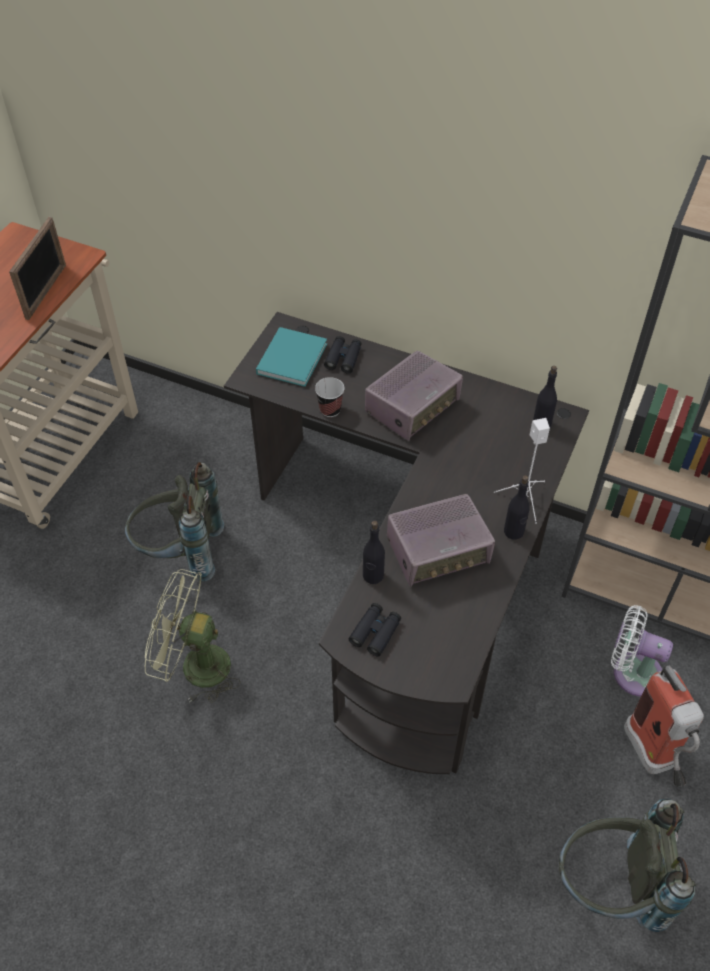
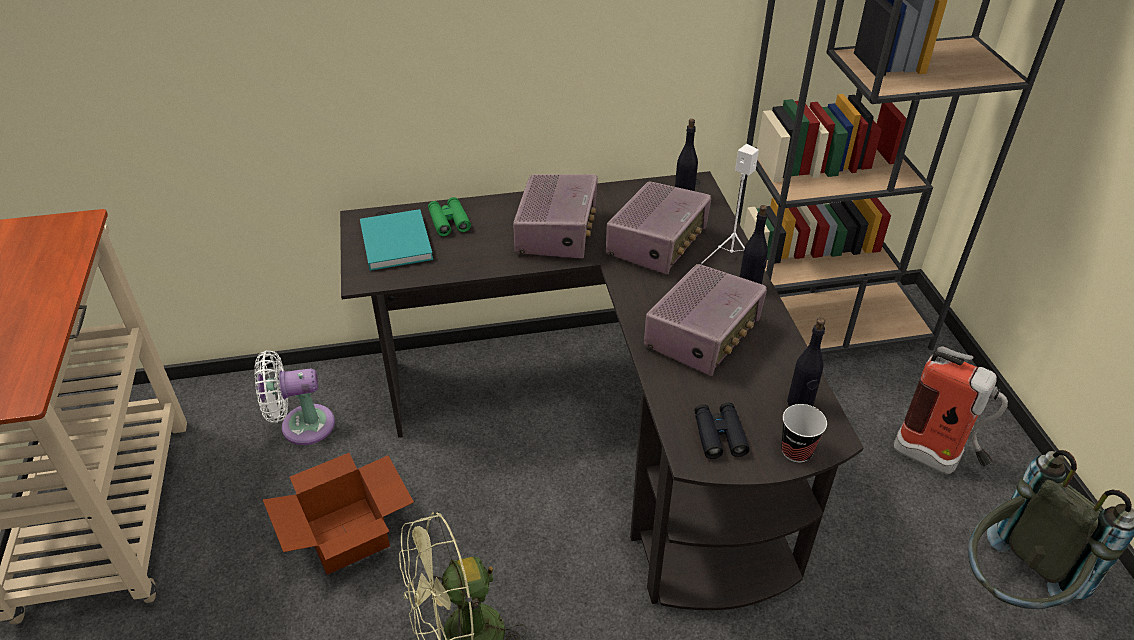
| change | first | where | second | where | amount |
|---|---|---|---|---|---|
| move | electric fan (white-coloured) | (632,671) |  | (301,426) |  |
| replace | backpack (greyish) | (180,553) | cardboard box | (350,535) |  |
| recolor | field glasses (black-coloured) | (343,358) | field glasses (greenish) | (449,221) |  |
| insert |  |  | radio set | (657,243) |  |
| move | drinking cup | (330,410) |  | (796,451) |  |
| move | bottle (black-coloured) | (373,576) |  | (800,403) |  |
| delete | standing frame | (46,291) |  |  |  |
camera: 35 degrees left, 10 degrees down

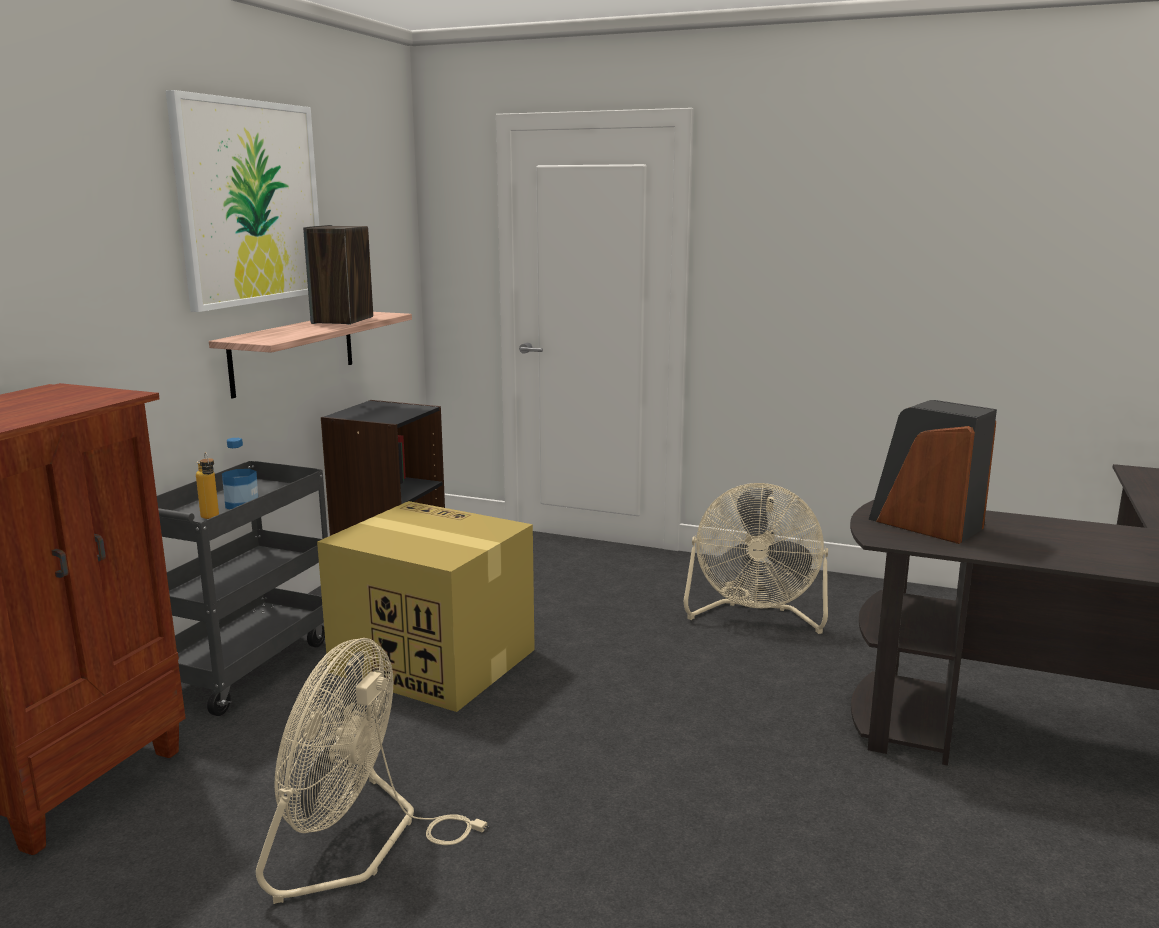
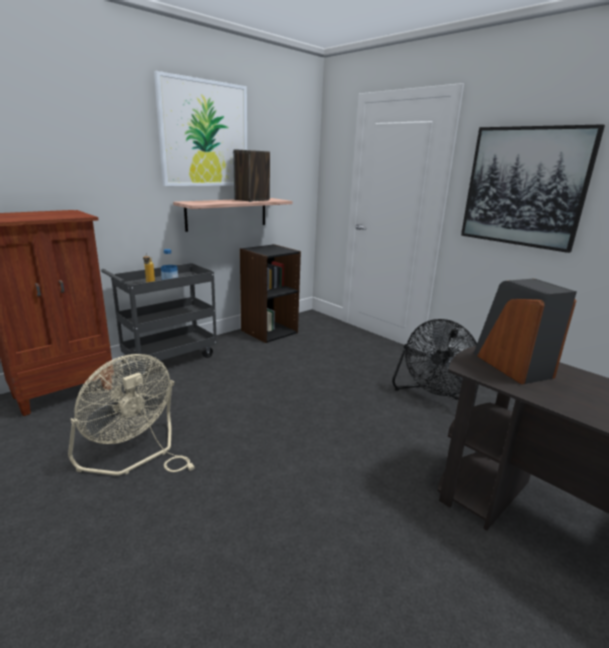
| change | first | where | second | where | amount |
|---|---|---|---|---|---|
| recolor | electric fan (beige) | (751,614) | electric fan (black-coloured) | (434,396) |  |
| insert |  |  | wall art | (524,187) |  |
| delete | cardboard box | (431,660) |  |  |  |
camera: 25 degrees right, 5 degrees up

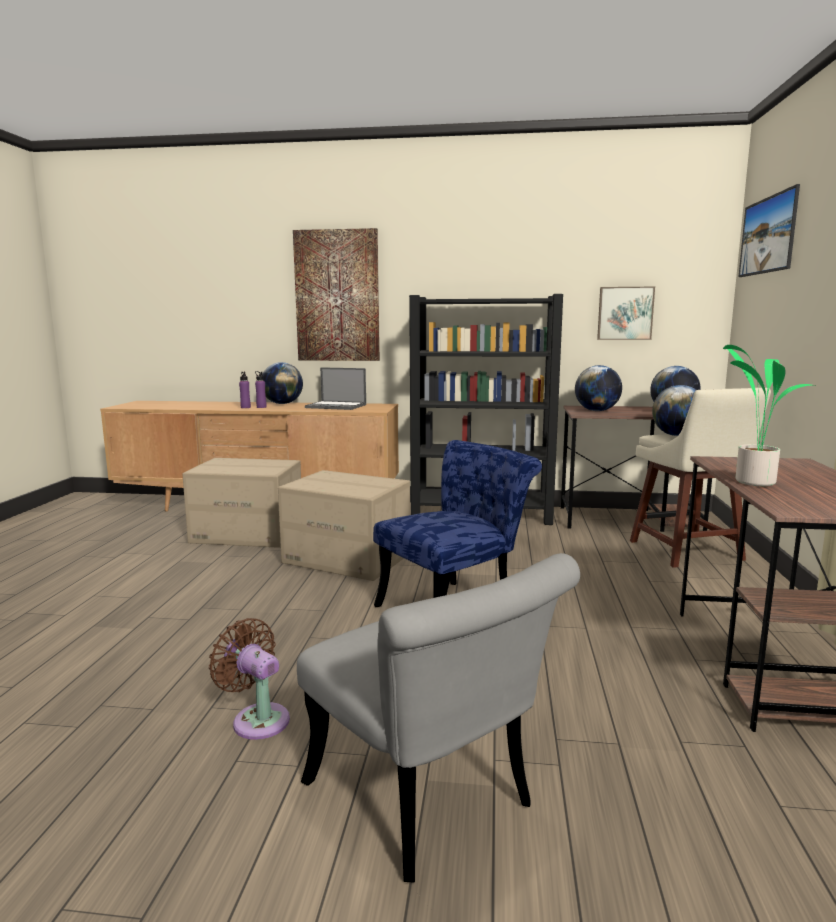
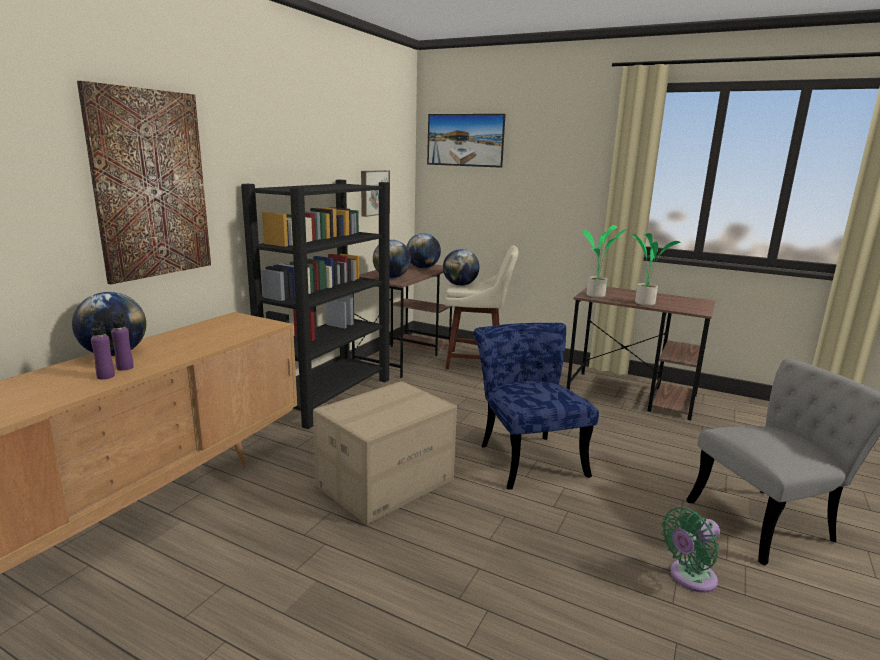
| change | first | where | second | where | amount |
|---|---|---|---|---|---|
| insert |  |  | potted plant | (597,295) |  |
| recolor | electric fan (brown) | (257,719) | electric fan (greenish) | (689,578) |  |
| delete | cardboard box | (248,533) |  |  |  |
| delete | notebook computer | (337,406) |  |  |  |
camera: 70 degrees left, 5 degrees up

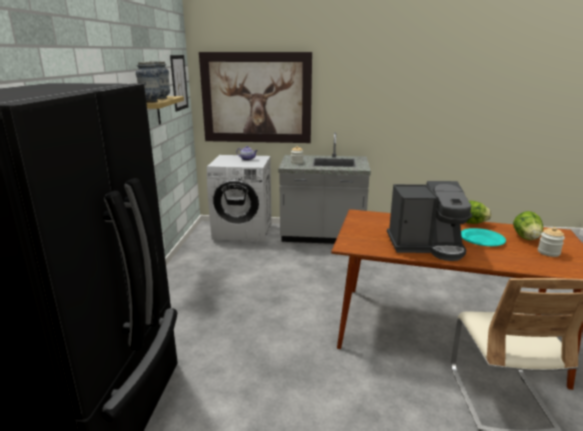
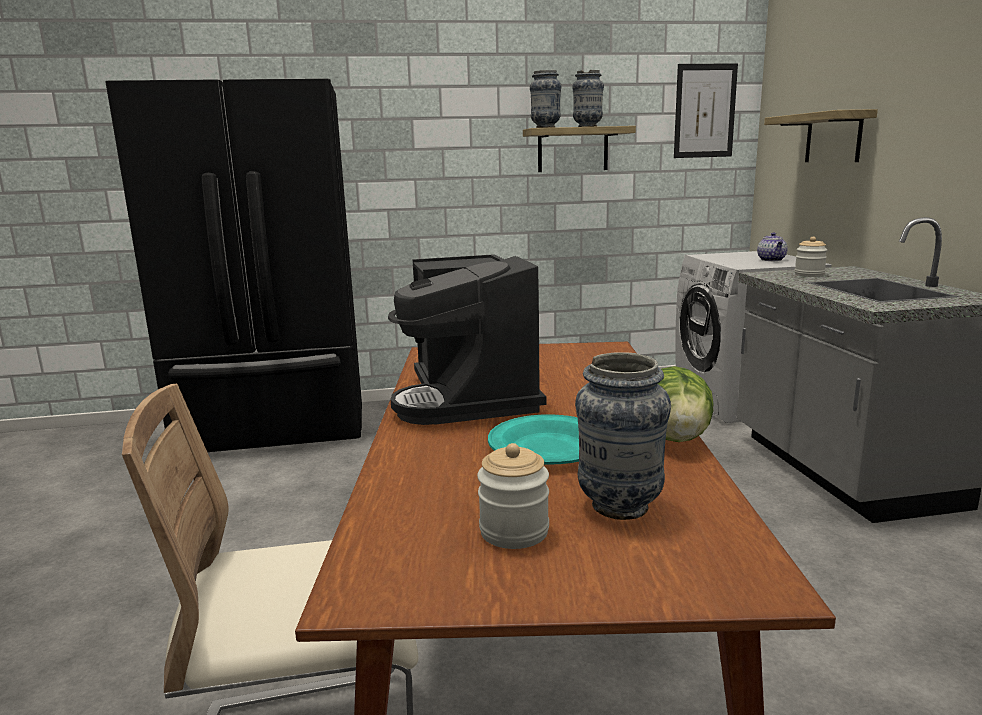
| change | first | where | second | where | amount |
|---|---|---|---|---|---|
| replace | lettuce | (526,238) | vase | (619,506) |  |
| replace | wall art | (256,98) | wall shelf | (833,137) |  |
camera: 75 degrees right, 5 degrees down

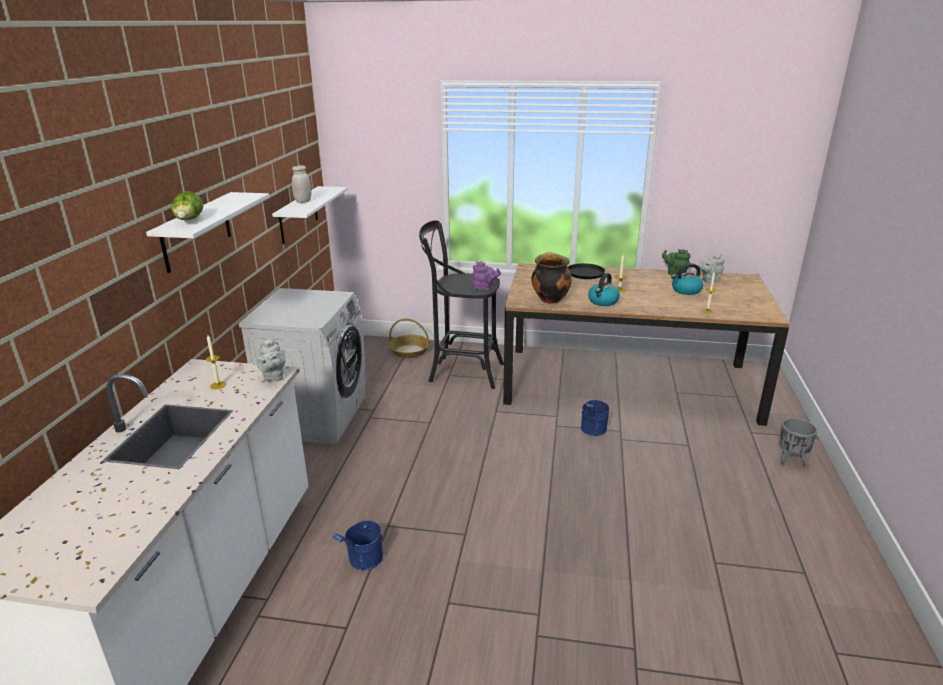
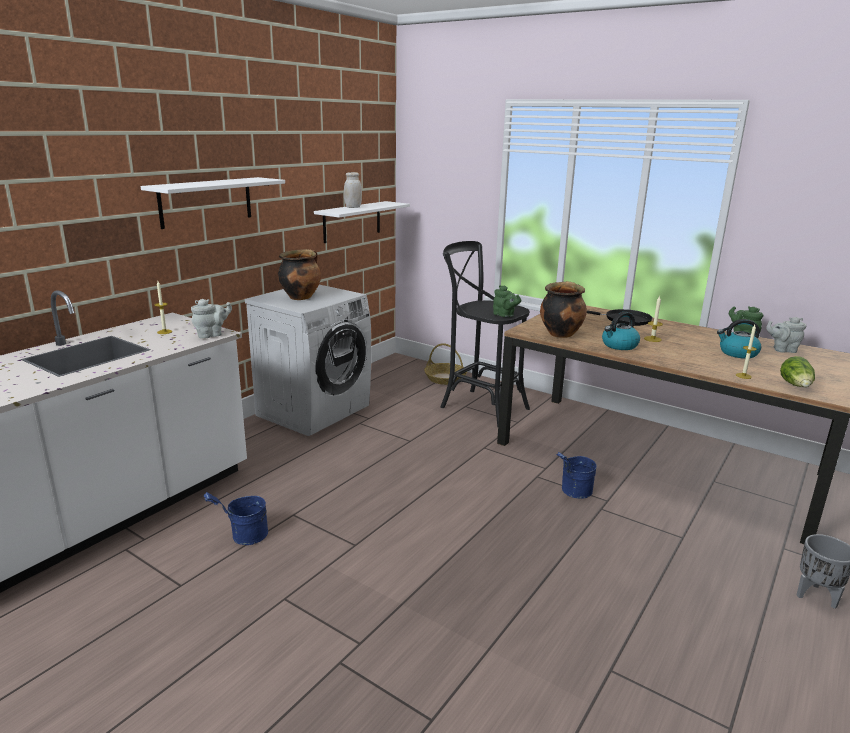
| change | first | where | second | where | amount |
|---|---|---|---|---|---|
| rotate | pot for tea (greyish) | (273,377) |  | (212,335) | 135 degrees counterclockwise |
| insert |  |  | cooking pot | (301,297) |  |
| recolor | pot for tea (purple-coloured) | (484,288) | pot for tea (greenish) | (505,315) |  |
| move | lettuce | (189,220) |  | (796,386) |  |
camera: 25 degrees right, 5 degrees down

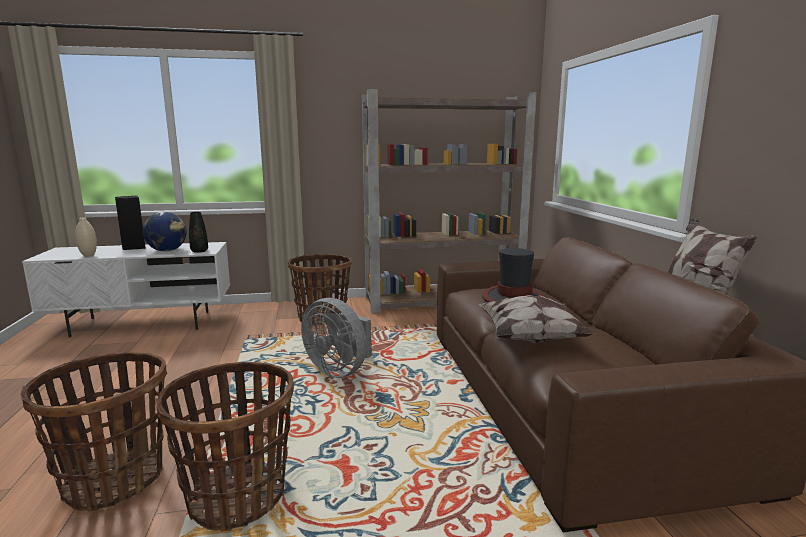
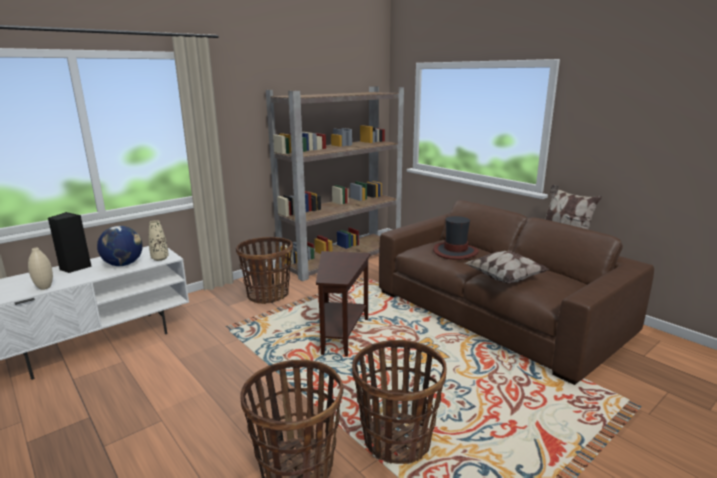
| change | first | where | second | where | amount |
|---|---|---|---|---|---|
| recolor | vase (black-coloured) | (199,251) | vase (beige) | (160,258) |  |
| replace | electric fan (greyish) | (339,370) | side table (brown) | (341,333) |  |
camera: 30 degrees left, 5 degrees up

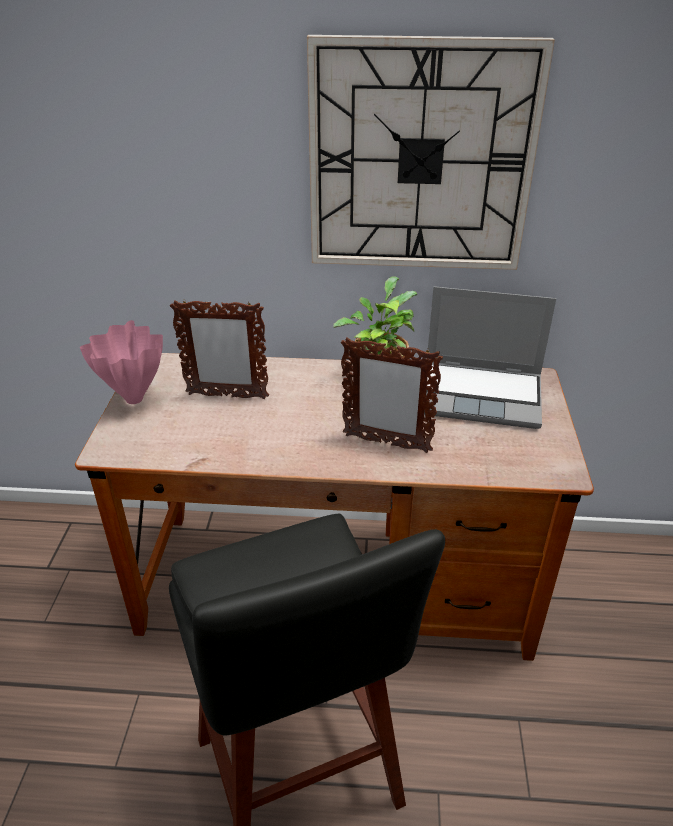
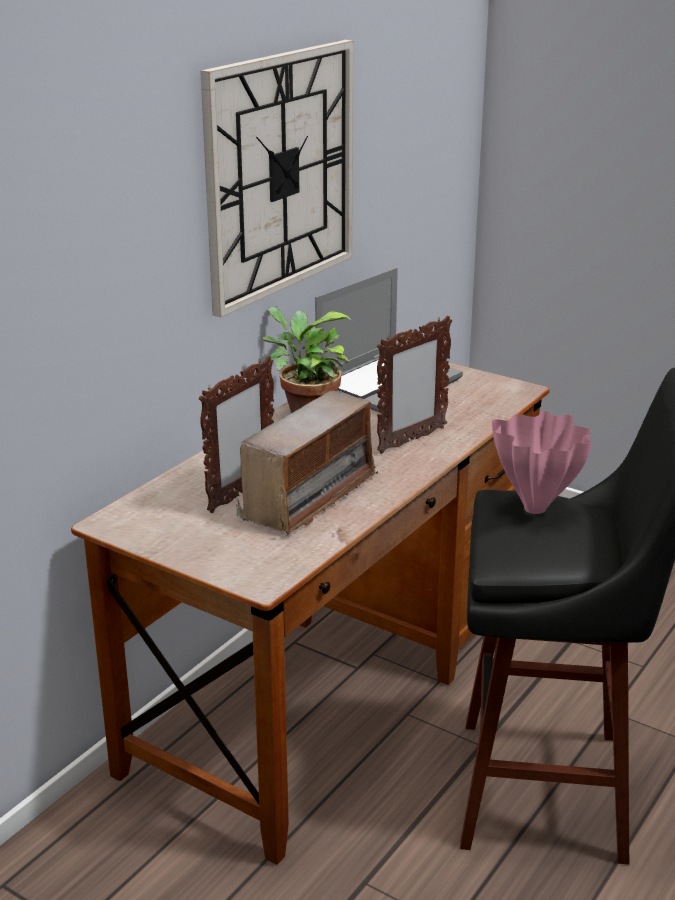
| change | first | where | second | where | amount |
|---|---|---|---|---|---|
| insert |  |  | radio set | (310,496) |  |
| move | vase (pink-coloured) | (134,400) |  | (537,509) |  |
camera: 60 degrees left, 10 degrees down

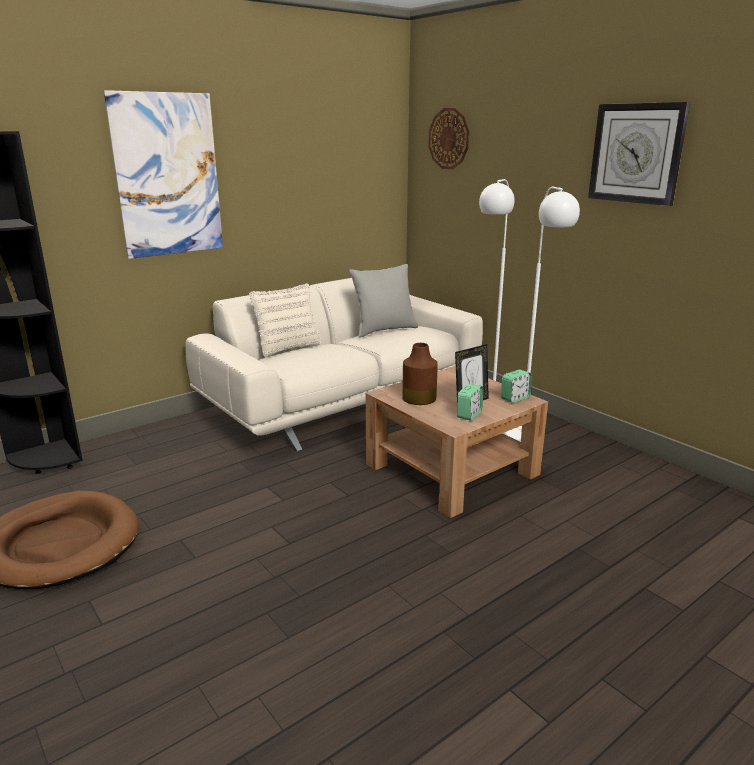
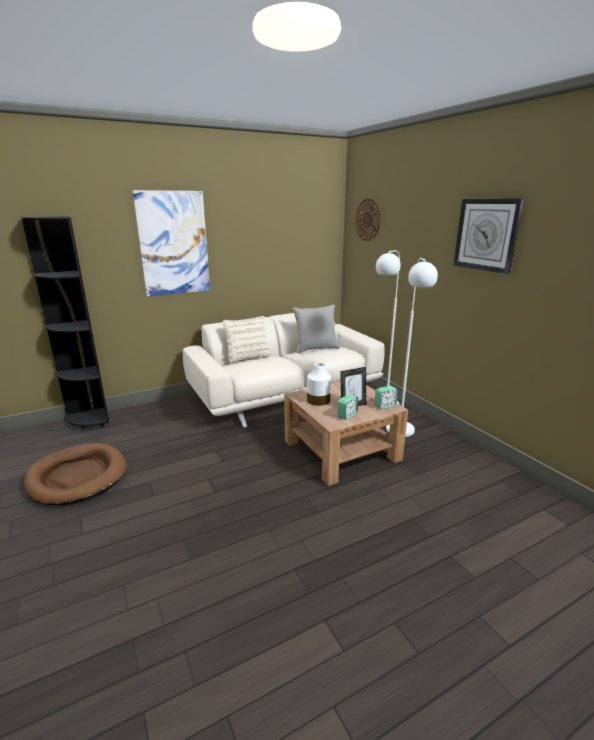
| change | first | where | second | where | amount |
|---|---|---|---|---|---|
| recolor | vase (brown) | (419,398) | vase (white-coloured) | (318,400) |  |
camera: 10 degrees right, 0 degrees up

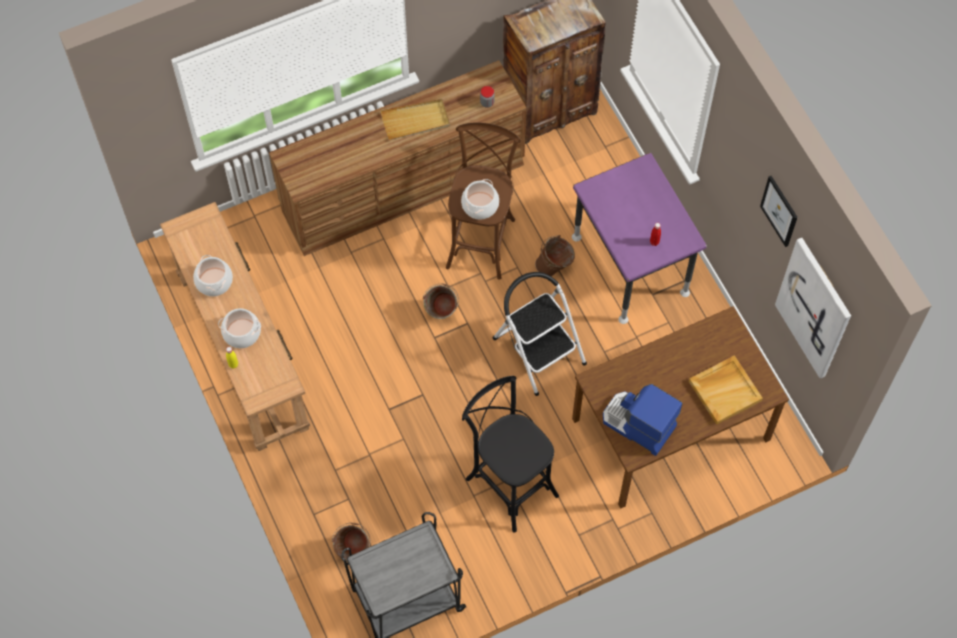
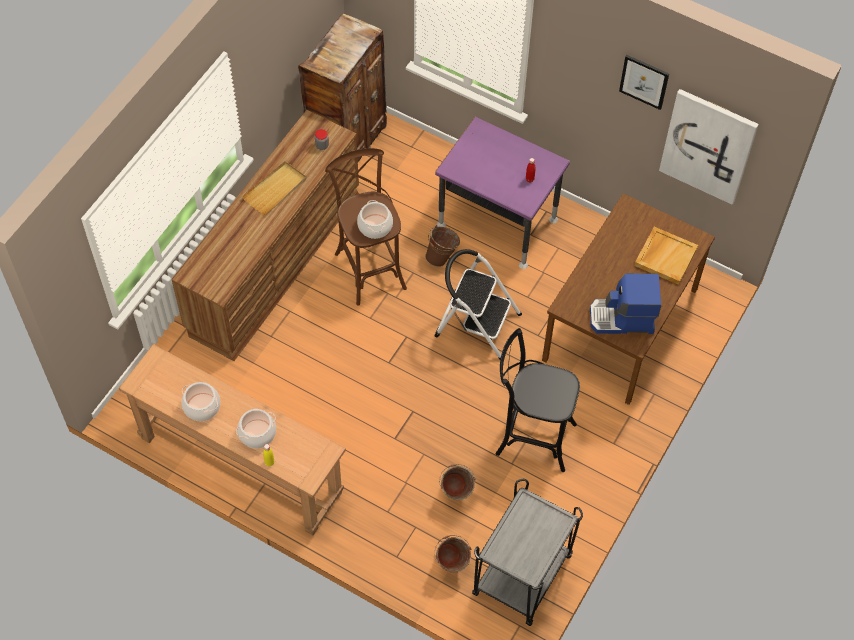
| change | first | where | second | where | amount |
|---|---|---|---|---|---|
| move | pail (greenish) | (441,314) |  | (455,494) |  |
camera: 35 degrees left, 5 degrees down

